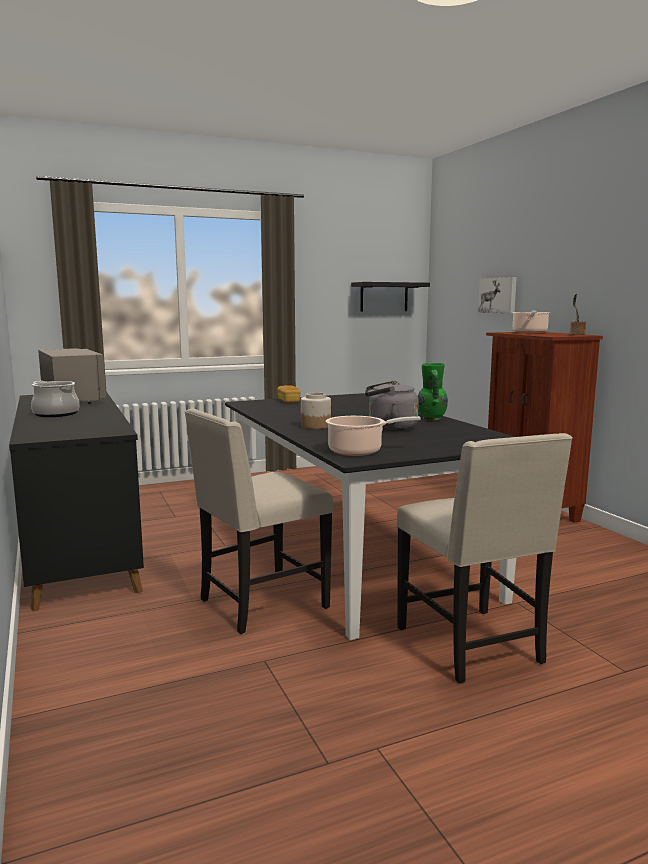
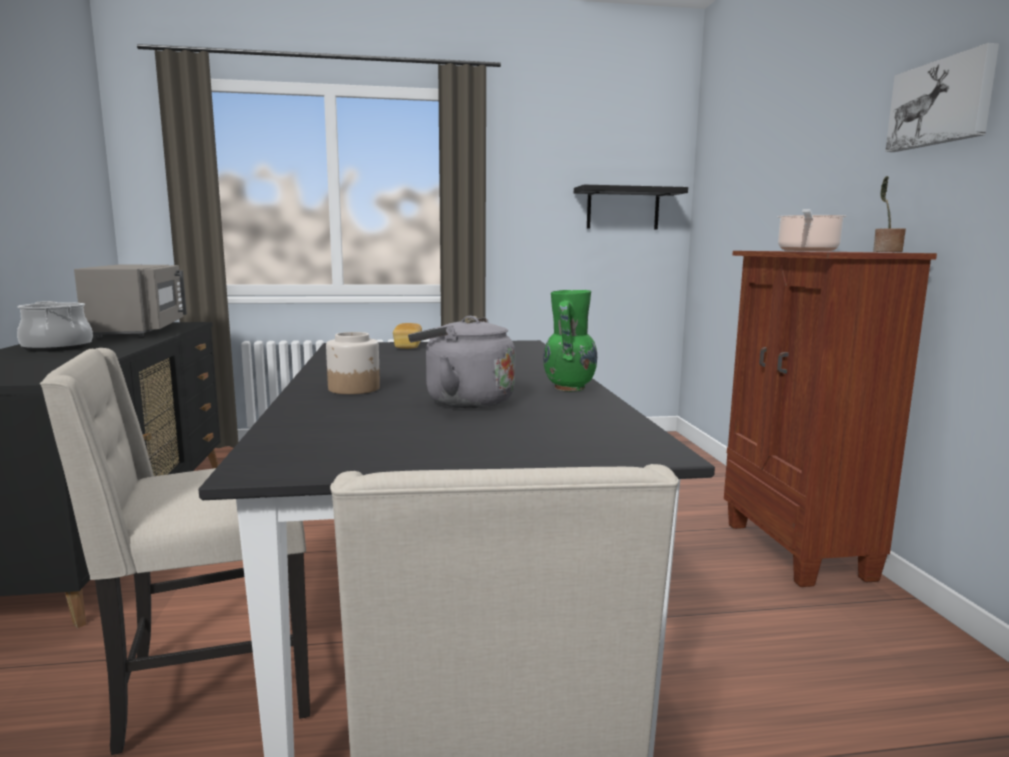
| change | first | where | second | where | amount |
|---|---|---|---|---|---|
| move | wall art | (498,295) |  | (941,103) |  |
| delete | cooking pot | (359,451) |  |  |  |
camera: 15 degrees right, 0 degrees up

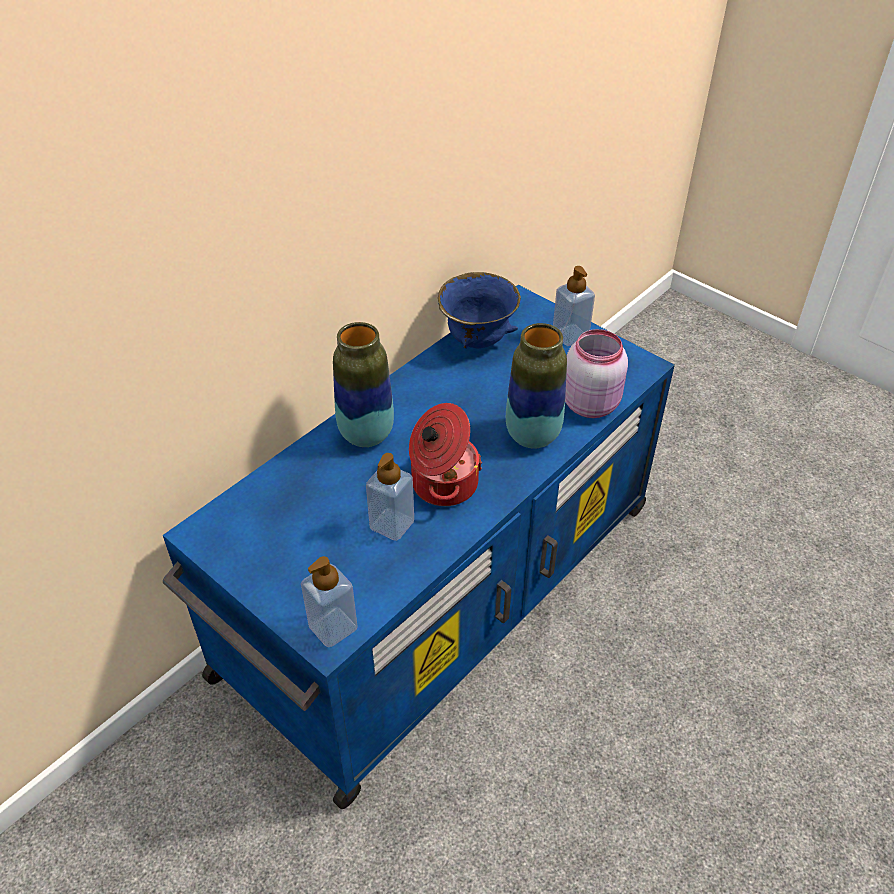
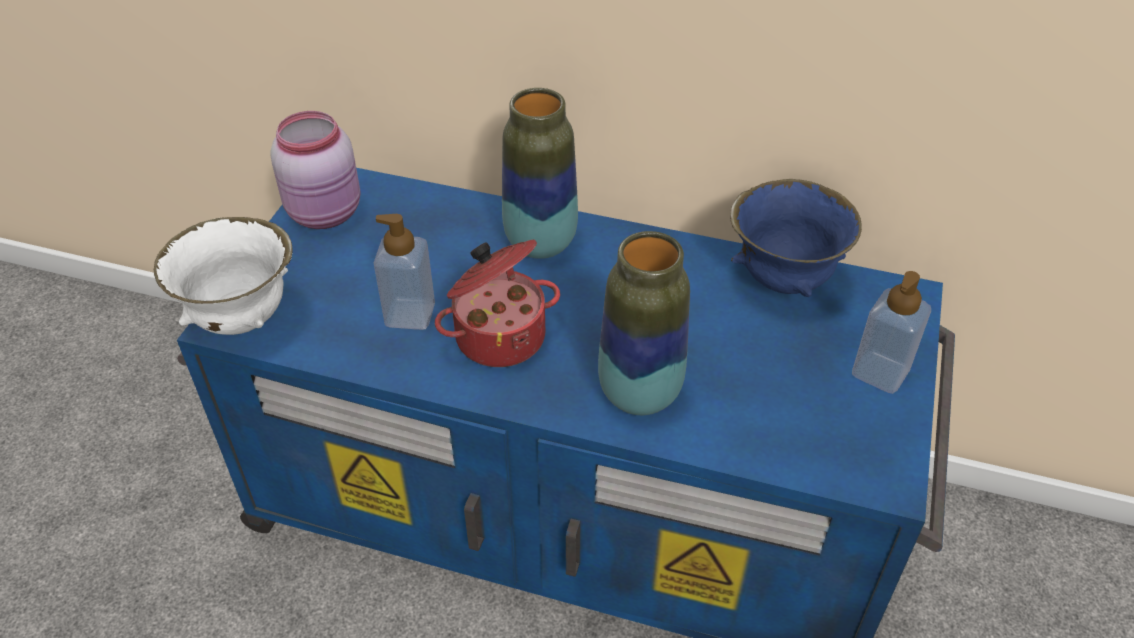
| change | first | where | second | where | amount |
|---|---|---|---|---|---|
| replace | soap bottle | (333,627) | serving bowl (white-coloured) | (242,320) |  |
| move | preserve jar (pink-coloured) | (591,403) |  | (327,213) |  |
camera: 65 degrees right, 0 degrees up

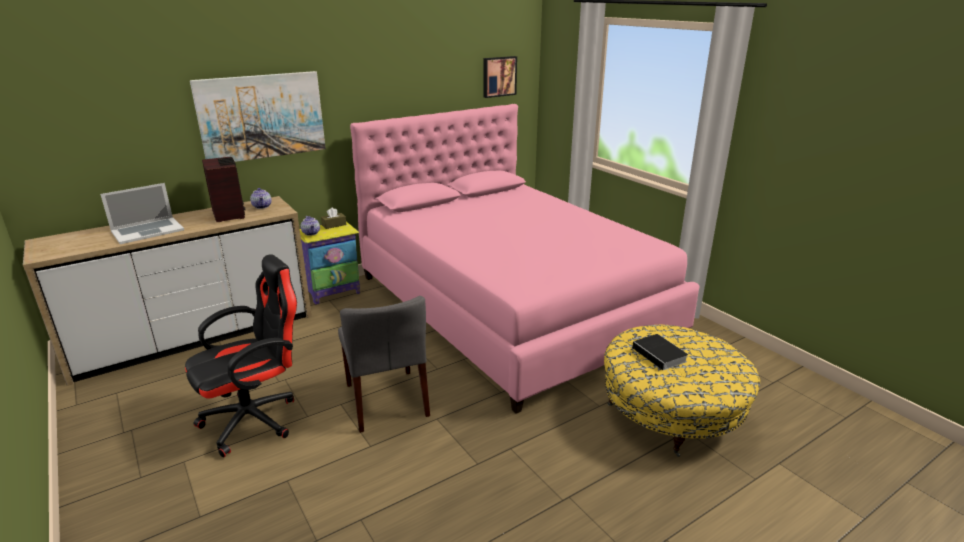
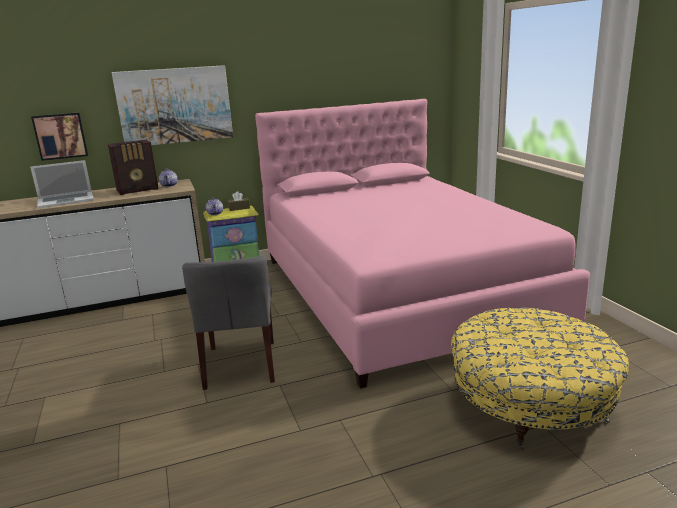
| change | first | where | second | where | amount |
|---|---|---|---|---|---|
| move | wall art | (499,76) |  | (60,136) |  |
| rotate | radio set | (229,213) |  | (138,190) | 75 degrees clockwise |
| delete | office chair (black-coloured) | (258,419) |  |  |  |
| delete | bound book | (660,355) |  |  |  |
camera: 15 degrees right, 5 degrees down

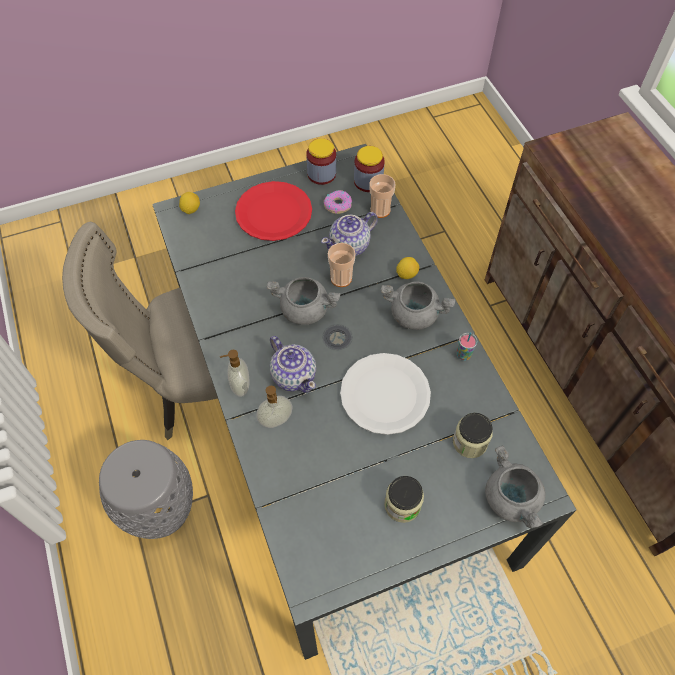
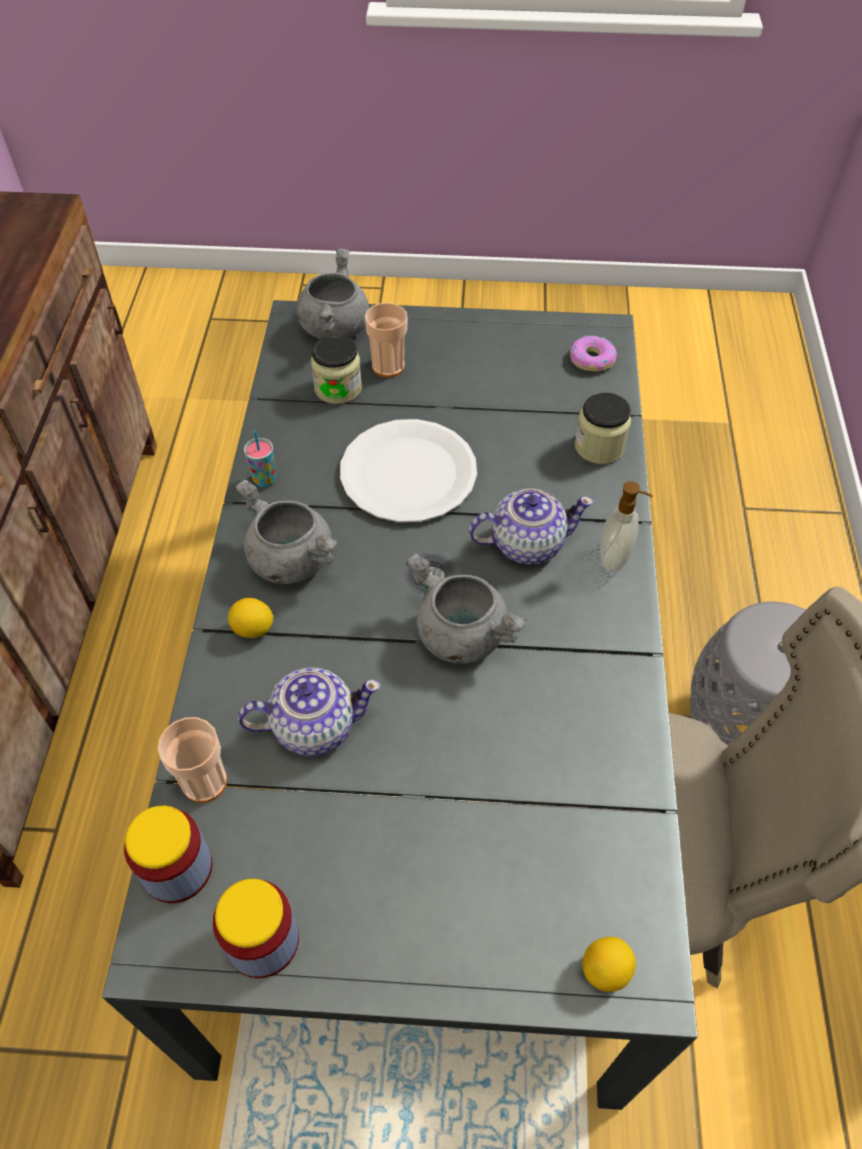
| change | first | where | second | where | amount |
|---|---|---|---|---|---|
| move | drinking cup | (341,278) |  | (388,366) |  |
| rotate | pot for tea | (294,375) |  | (526,543) | 90 degrees clockwise |
| move | ring doughnut | (337,205) |  | (591,359) |  |
| move | preserve jar | (402,505) |  | (599,446) |  |
| delete | dinner plate (reddish) | (273,213) |  |  |  |
| delete | soap bottle | (276,421) |  |  |  |
camera: 155 degrees left, 5 degrees down

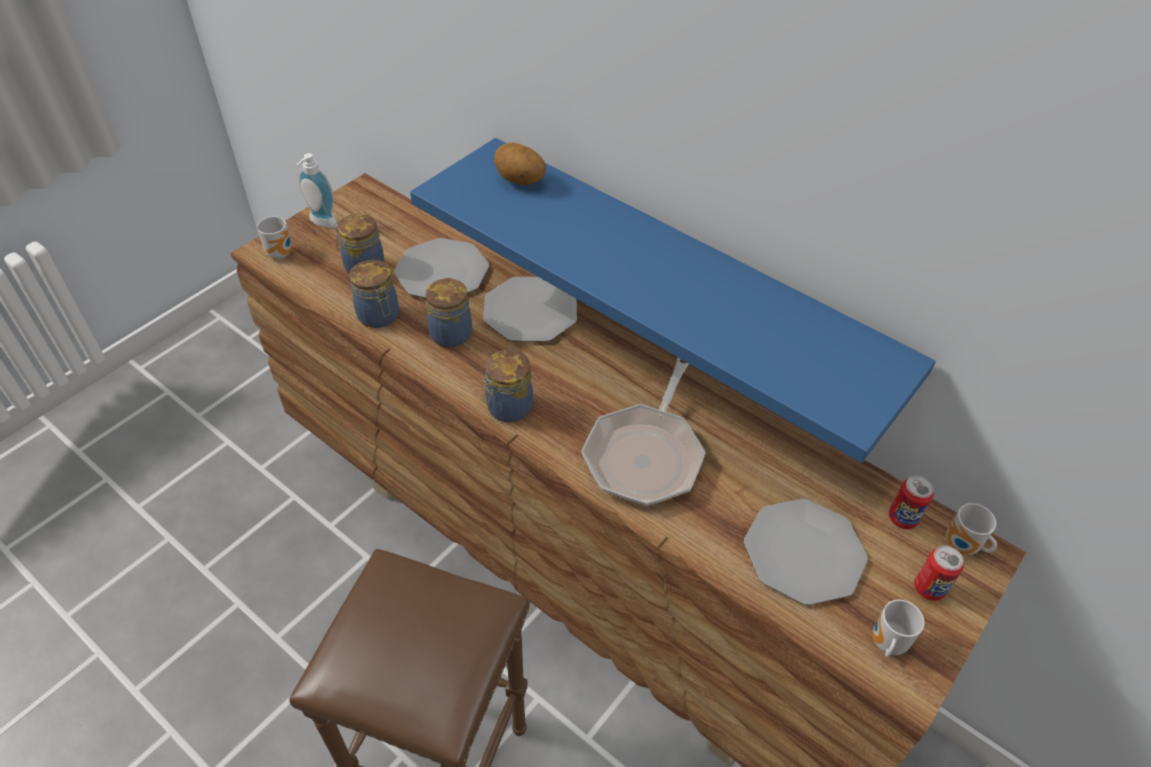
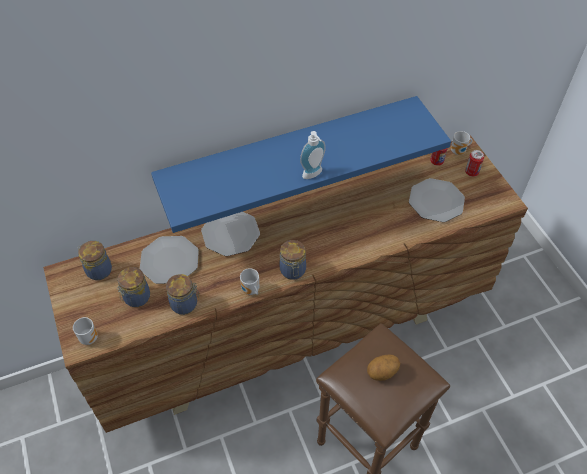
| change | first | where | second | where | amount |
|---|---|---|---|---|---|
| move | preserve jar | (451,333) |  | (98,270) |  |
| move | tea mug | (885,643) |  | (250,291) |  |
| move | soap bottle | (321,224) |  | (313,175) |  |
| move | potato | (519,181) |  | (382,373) |  |
| delete | pan | (646,453) |  |  |  |
camera: 60 degrees left, 5 degrees up

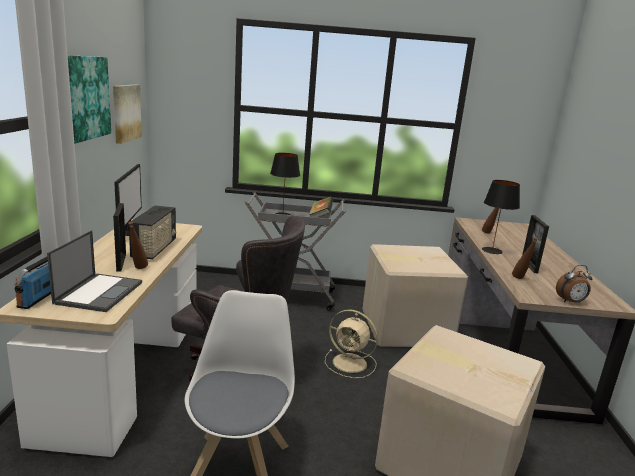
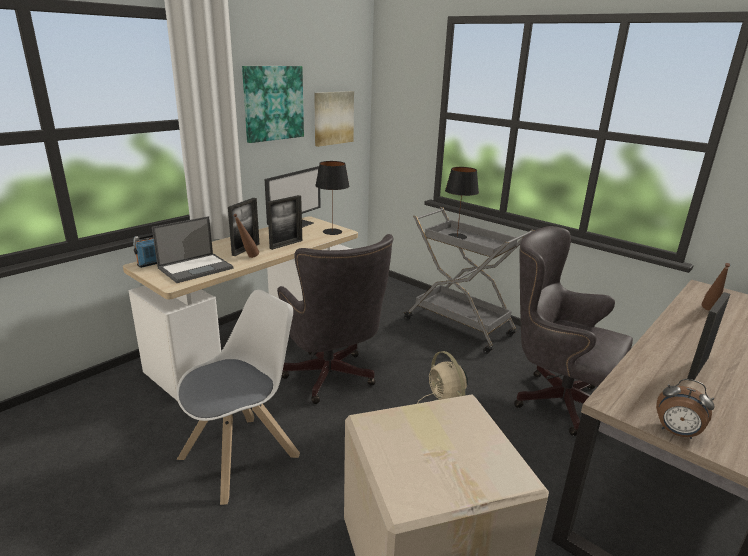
| change | first | where | second | where | amount |
|---|---|---|---|---|---|
| replace | radio set | (155,249) | standing frame | (286,244) |  |
| move | table lamp (black-coloured) | (492,250) |  | (332,231) |  |
| replace | cardboard box | (404,327) | office chair (greyish) | (556,401) |  |
| delete | bound book | (320,217) |  |  |  |
| delete | bottle (brown) | (520,279) |  |  |  |
camera: 40 degrees right, 5 degrees up

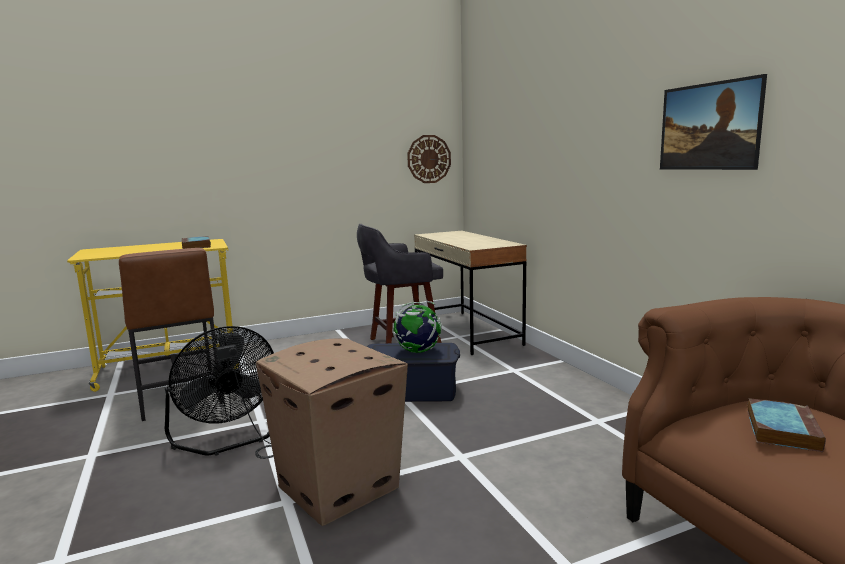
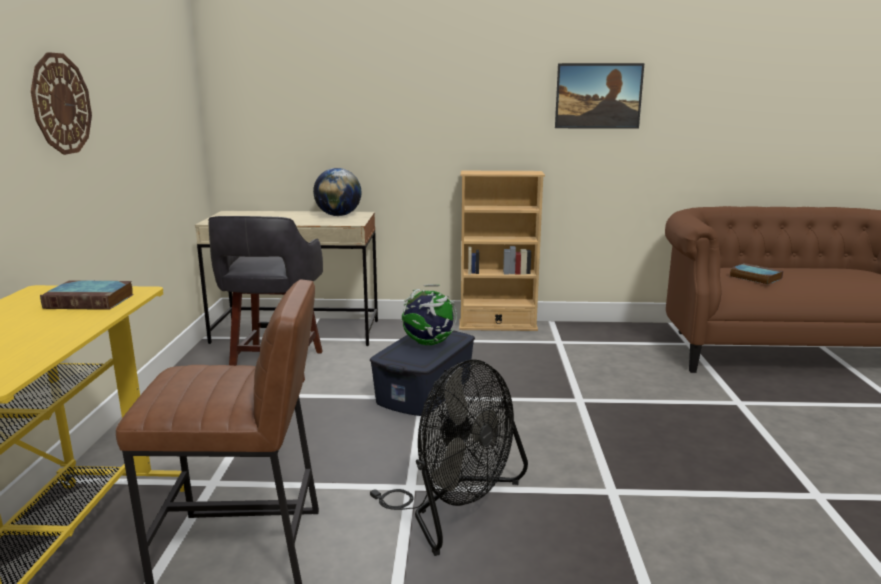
| change | first | where | second | where | amount |
|---|---|---|---|---|---|
| move | clock on the wall | (429,159) |  | (61,104) |  |
| insert |  |  | globe | (338,215) |  |
| rotate | electric fan (black-coloured) | (238,440) |  | (452,507) | 135 degrees counterclockwise |
| insert |  |  | shelving unit (beige) | (497,326) |  |
| delete | cardboard box | (339,487) |  |  |  |
camera: 65 degrees left, 5 degrees up

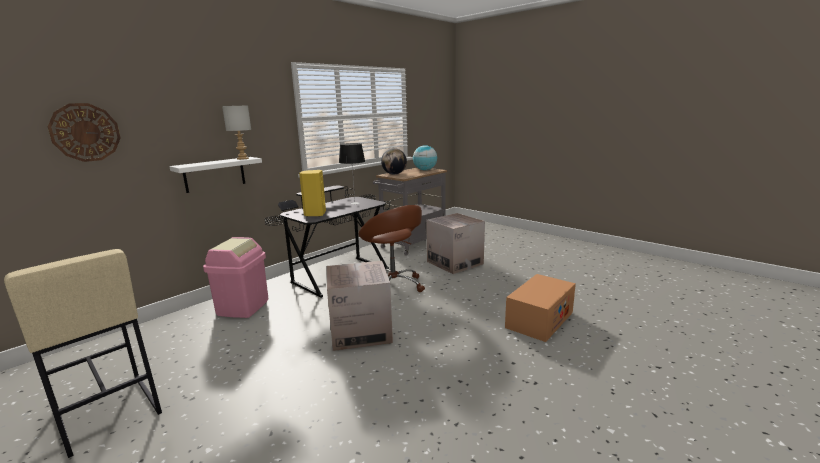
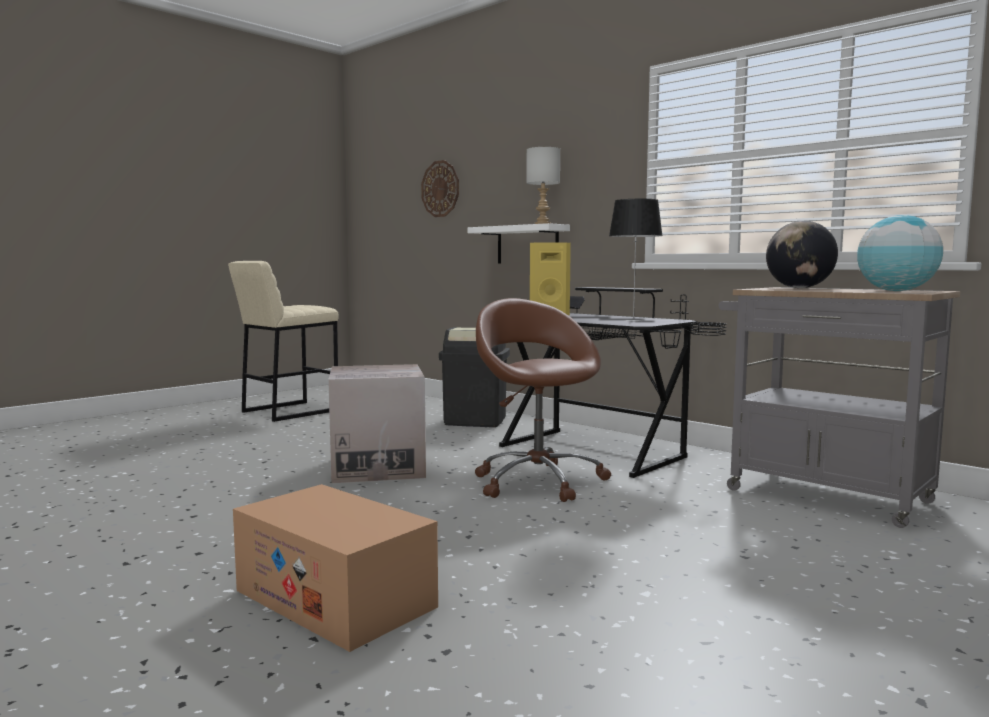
| change | first | where | second | where | amount |
|---|---|---|---|---|---|
| recolor | trash can (pink-coloured) | (242,307) | trash can (black-coloured) | (475,421) |  |
| rotate | office chair (brown) | (393,287) |  | (537,482) | 90 degrees clockwise |
| delete | cardboard box | (454,263) |  |  |  |
camera: 90 degrees right, 10 degrees down

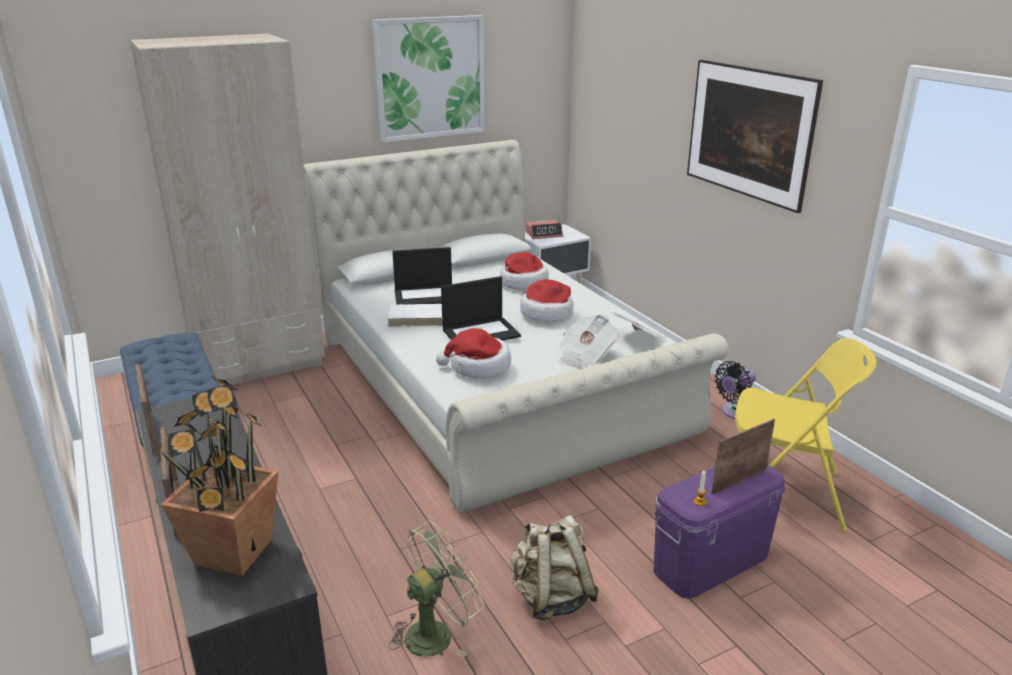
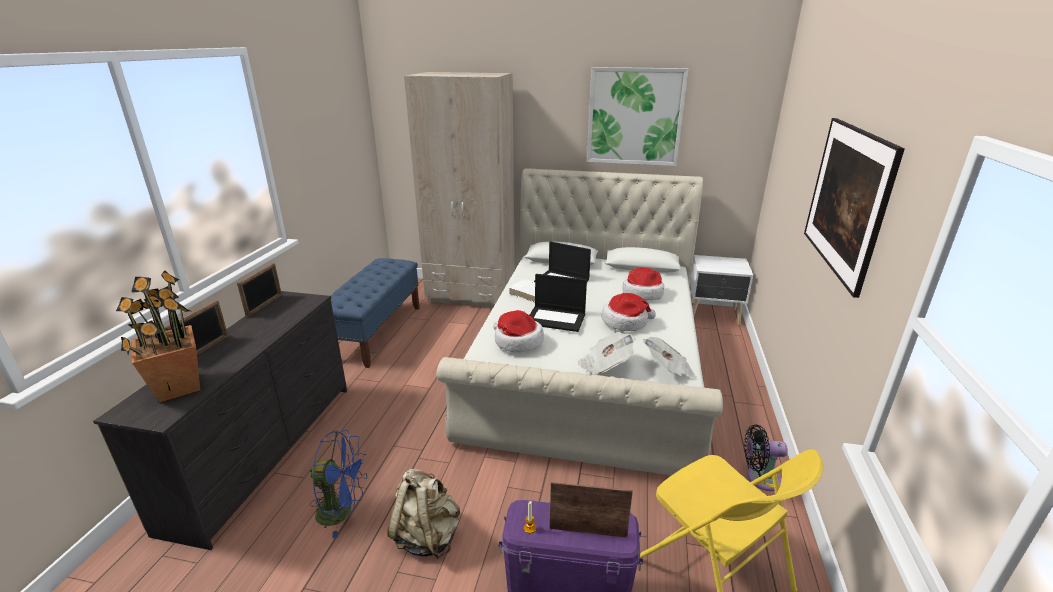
| change | first | where | second | where | amount |
|---|---|---|---|---|---|
| recolor | electric fan (greenish) | (436,632) | electric fan (blue) | (342,511) |  |
| delete | alarm clock | (544,234) |  |  |  |
camera: 40 degrees right, 0 degrees up

